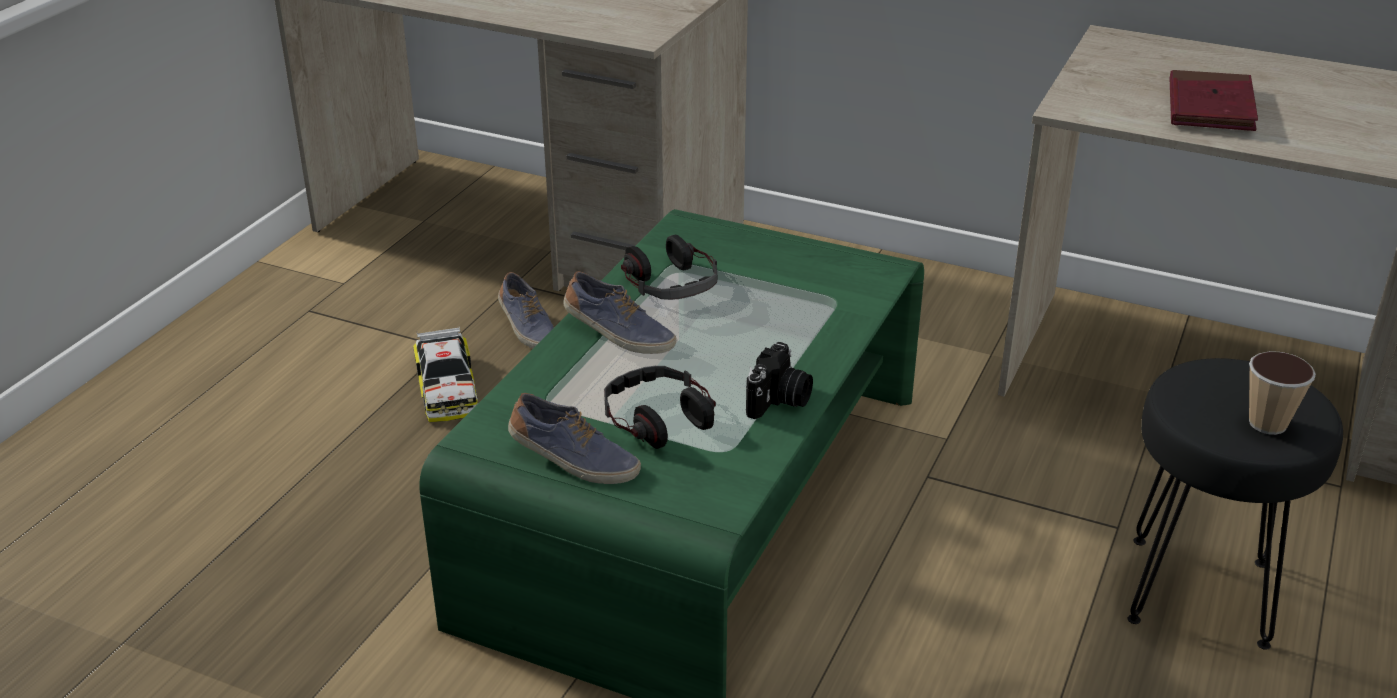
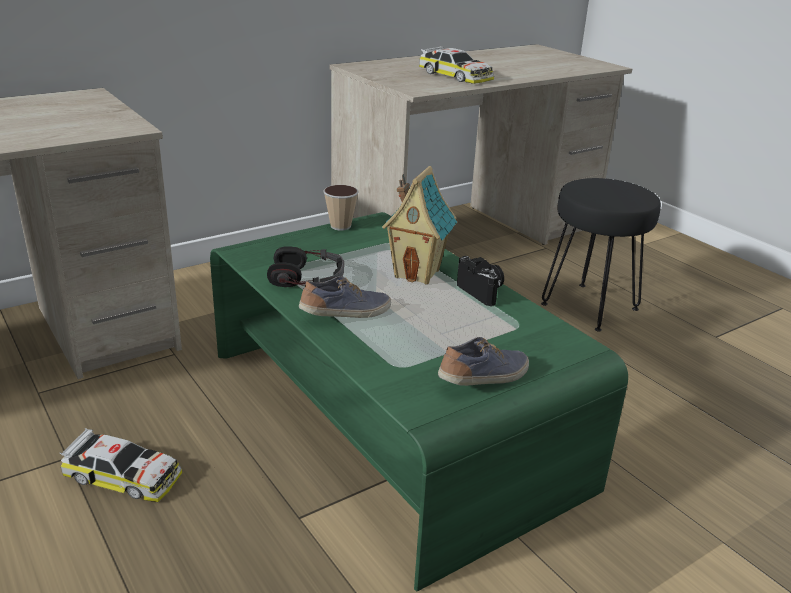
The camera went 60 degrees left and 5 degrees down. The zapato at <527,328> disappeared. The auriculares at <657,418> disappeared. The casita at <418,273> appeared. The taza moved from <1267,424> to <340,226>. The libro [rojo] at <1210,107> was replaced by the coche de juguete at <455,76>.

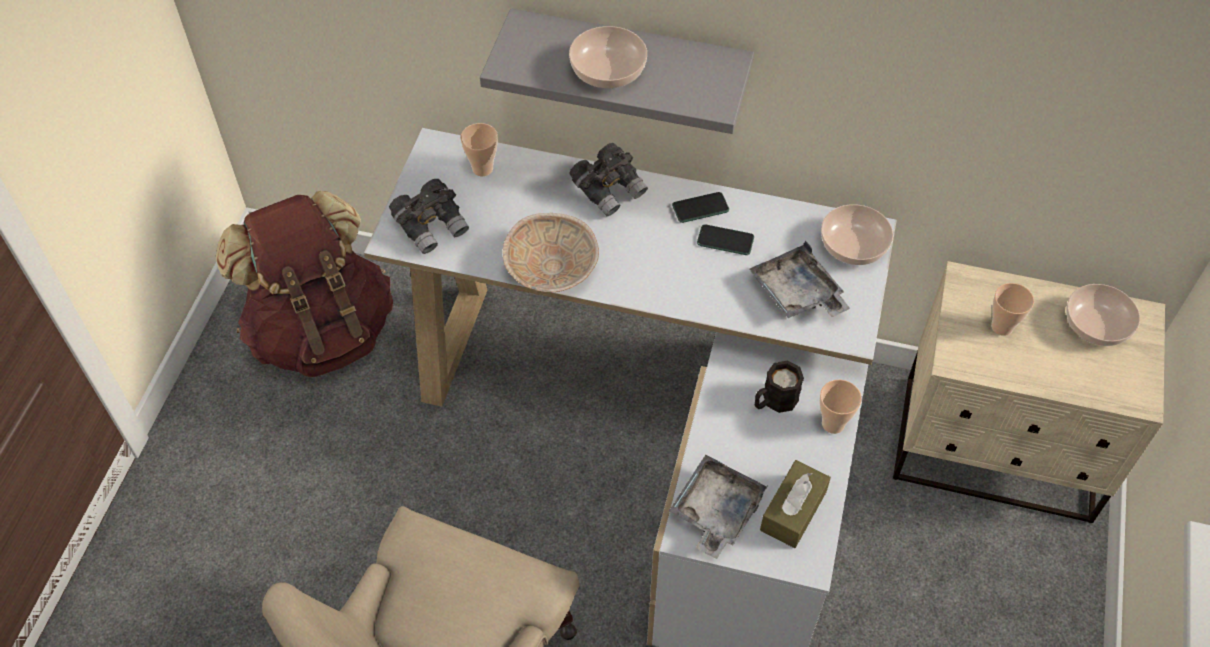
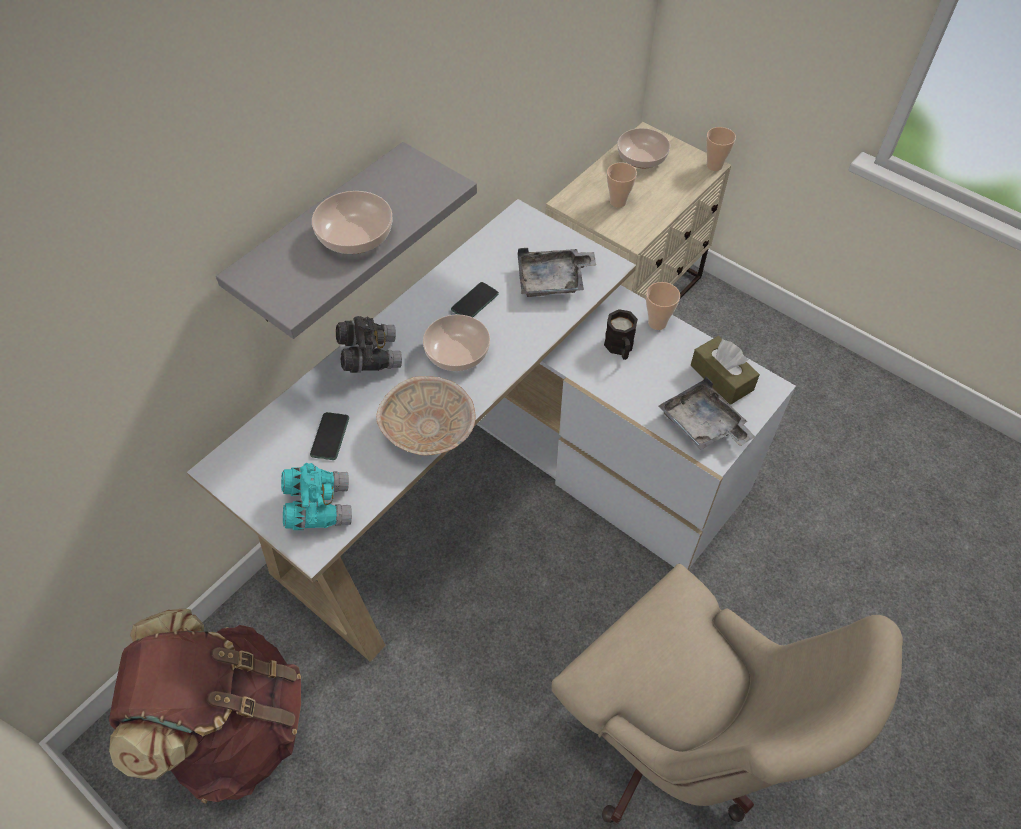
The camera went 65 degrees left and 0 degrees up. The taza moved from <482,168> to <714,166>. The móvil moved from <700,208> to <330,436>. The cuenco moved from <854,245> to <457,352>. The prismáticos [gris] at <432,226> became the prismáticos [turquesa] at <318,506>.

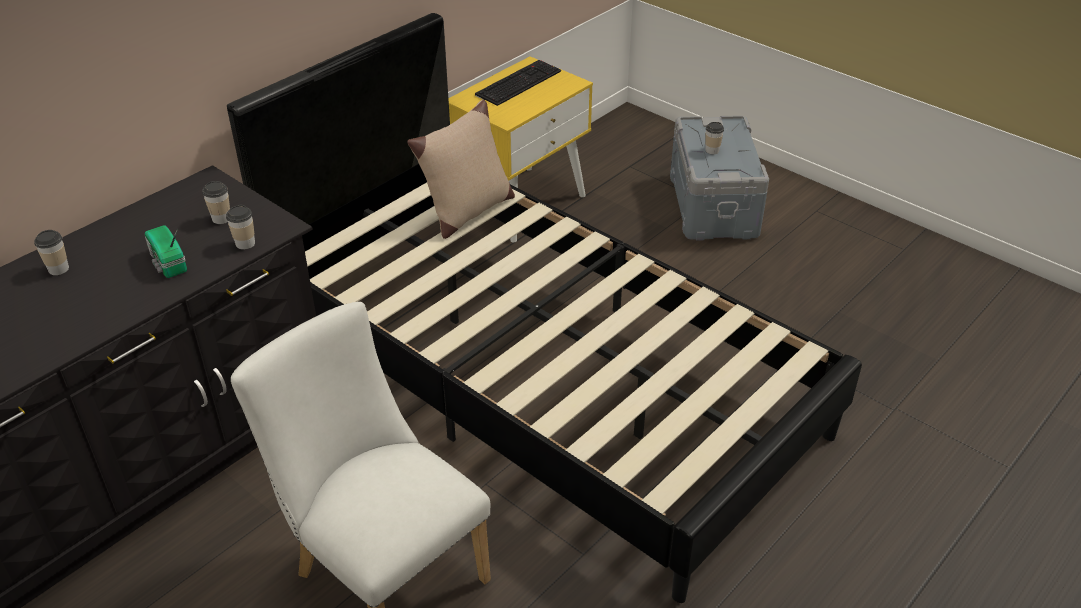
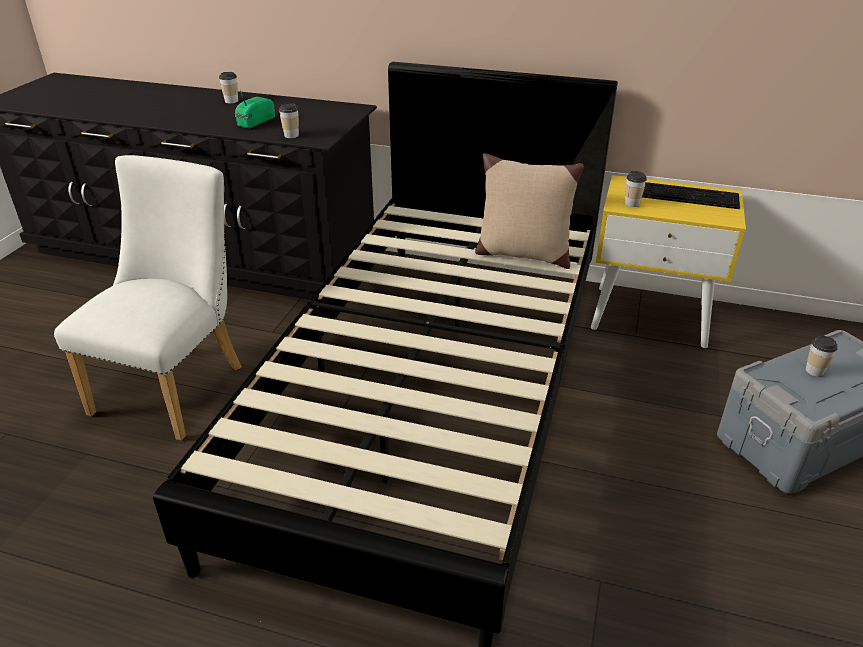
The camera went 65 degrees right and 5 degrees down. The taza moved from <221,218> to <632,203>.

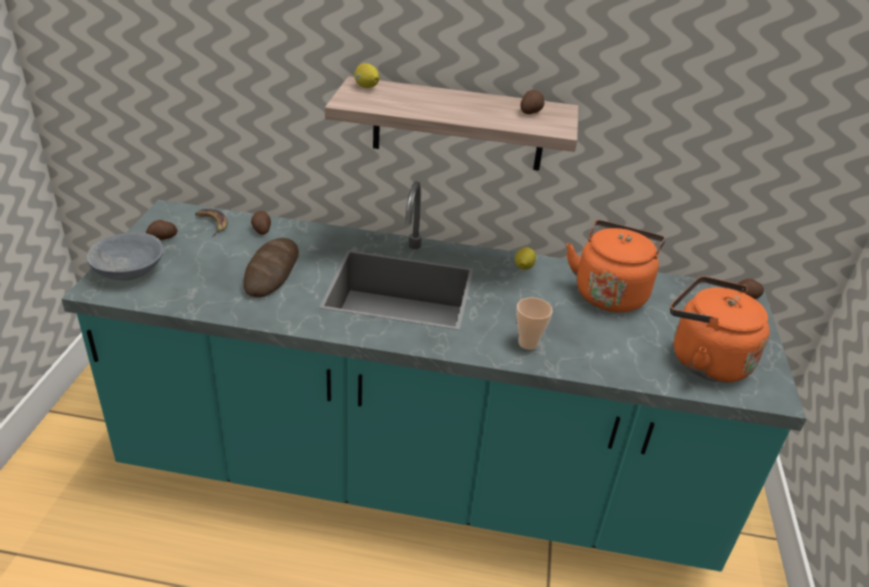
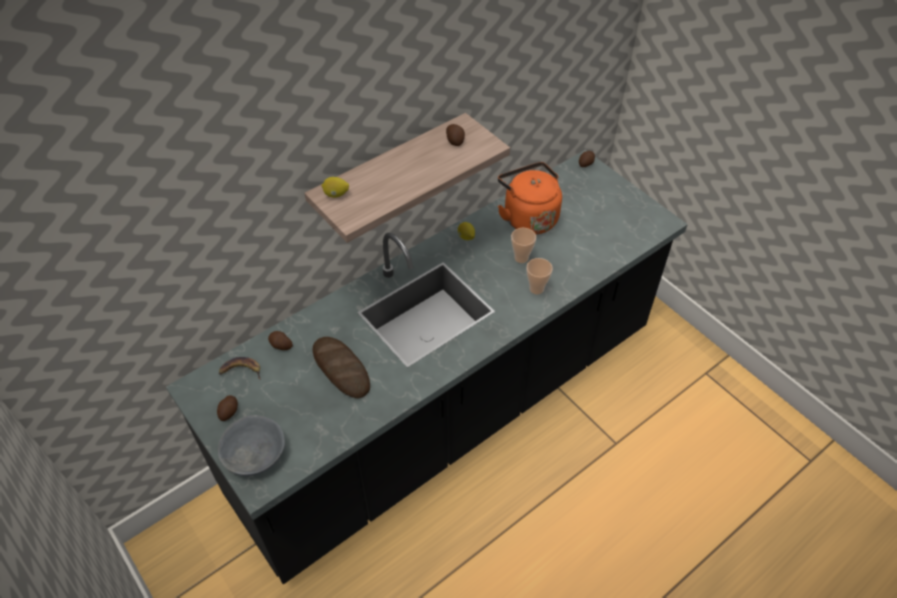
The camera went 45 degrees left and 15 degrees up. The hervidor [naranja] at <704,359> disappeared. The taza at <521,258> appeared. The mueble bajo de cocina [turquesa] at <419,474> became the mueble bajo de cocina [negro] at <448,411>.

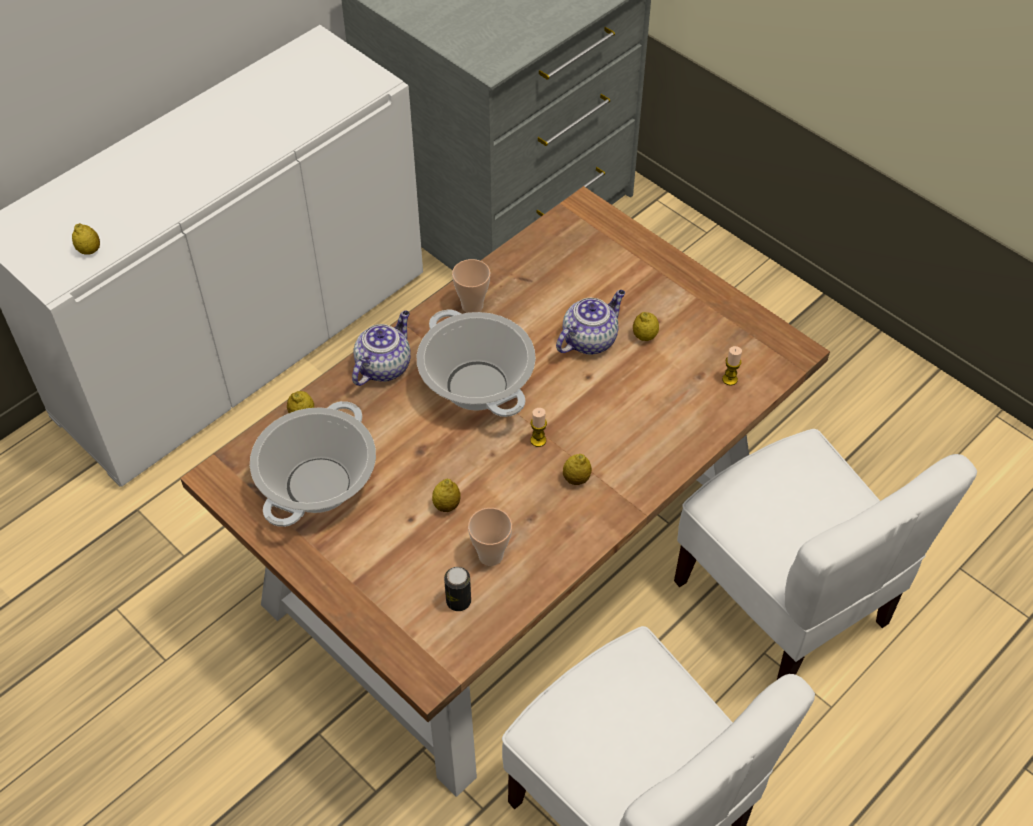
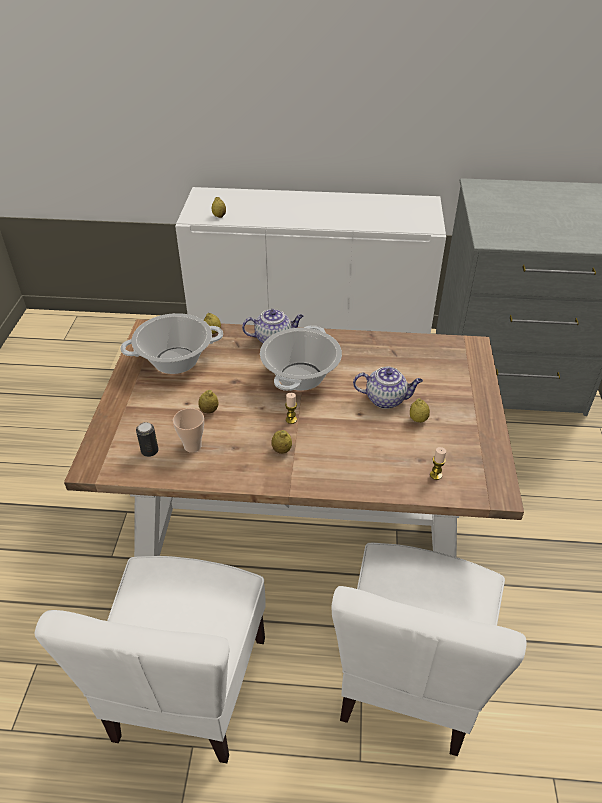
The camera went 50 degrees right and 10 degrees down. The taza at <472,306> disappeared.

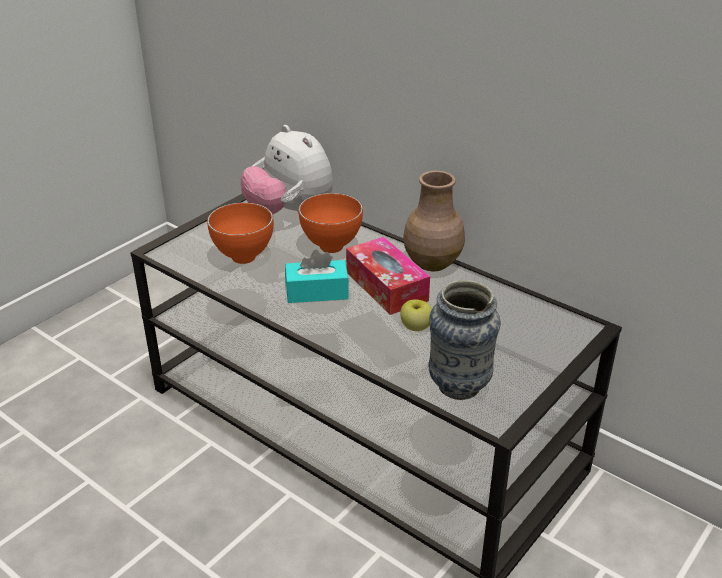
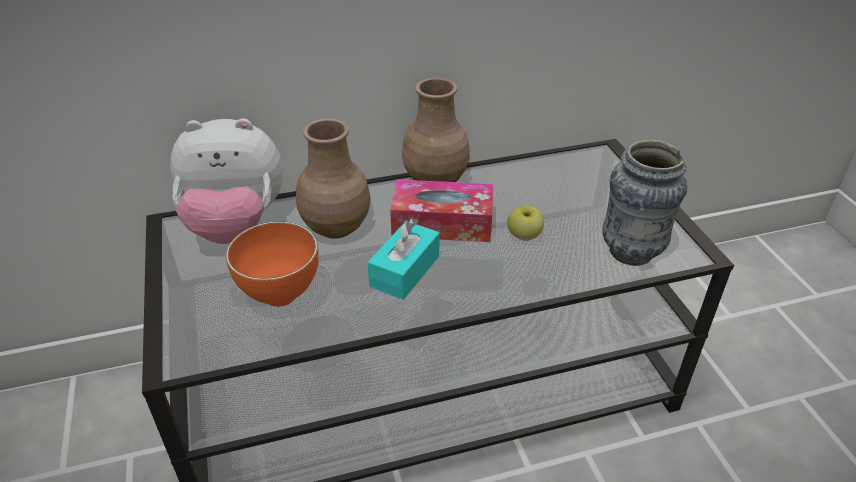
The camera went 55 degrees left and 5 degrees up. The cuenco [naranja] at <330,247> was replaced by the florero [marrón] at <335,227>.

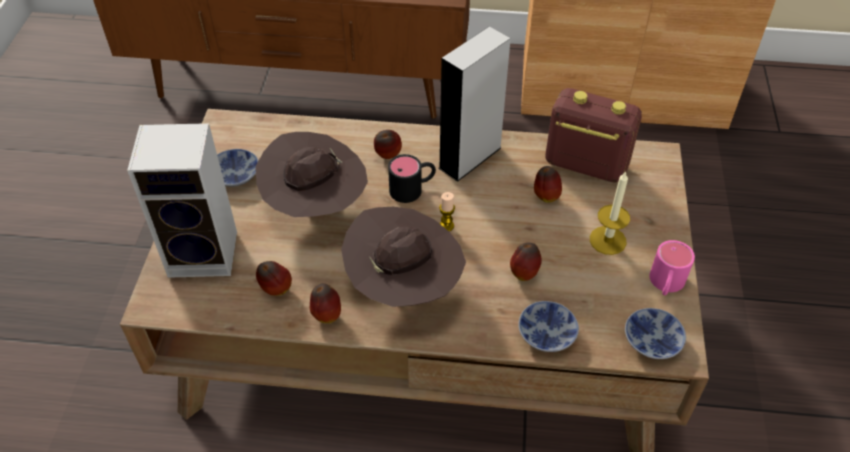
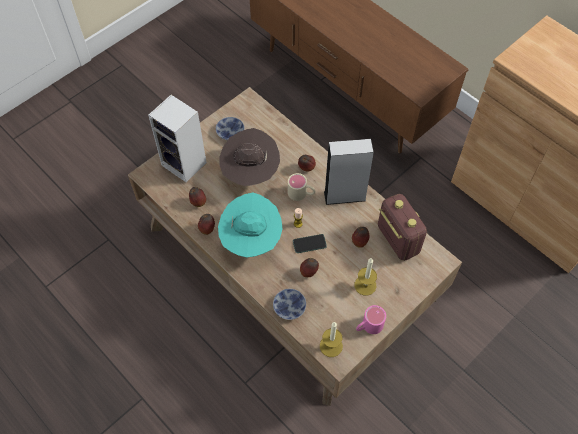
The camera went 40 degrees right and 10 degrees up. The móvil at <309,244> appeared. The cuenco at <650,341> was replaced by the vela at <331,346>. The sombrero [marrón] at <404,285> became the sombrero [turquesa] at <251,239>. The taza grande [negro] at <413,188> became the taza grande [beis] at <301,194>.

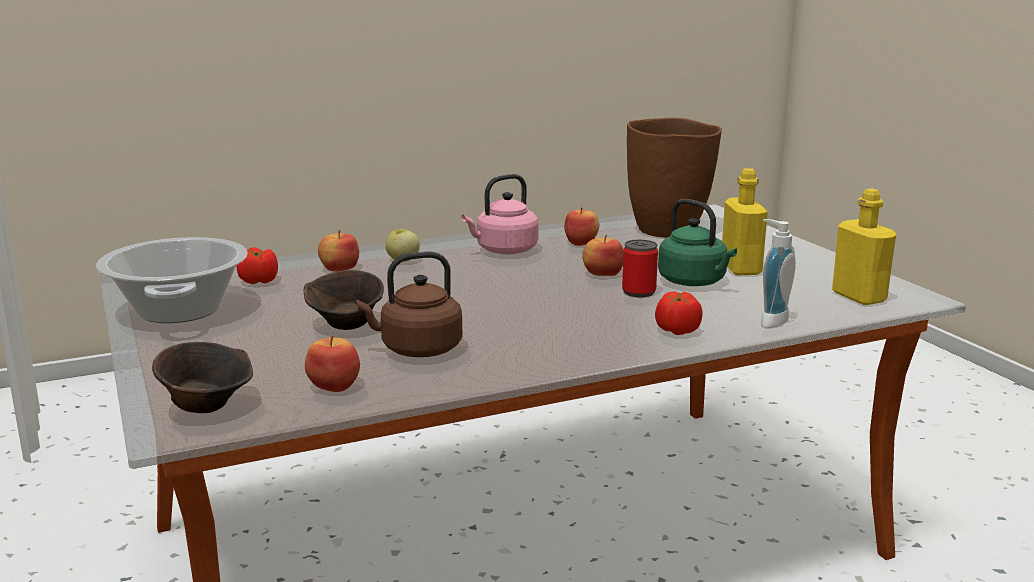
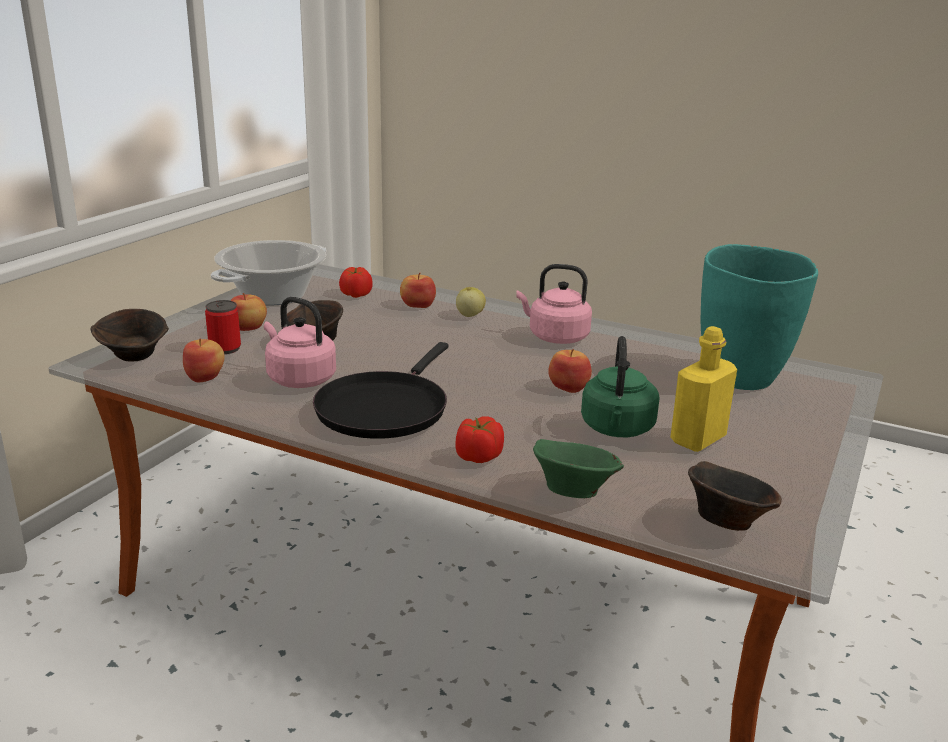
The camera went 50 degrees right and 5 degrees up. The sartén [negro] at <384,408> appeared. The manzana moved from <581,242> to <248,328>. The lata moved from <638,292> to <225,349>. The dispensador de jabón at <770,320> was replaced by the cuenco [verde] at <572,491>. The botella [amarillo] at <859,297> was replaced by the cuenco [marrón] at <726,521>. The hervidor [marrón] at <417,349> became the hervidor [rosa] at <299,379>. The florero [marrón] at <668,231> became the florero [turquesa] at <742,378>.

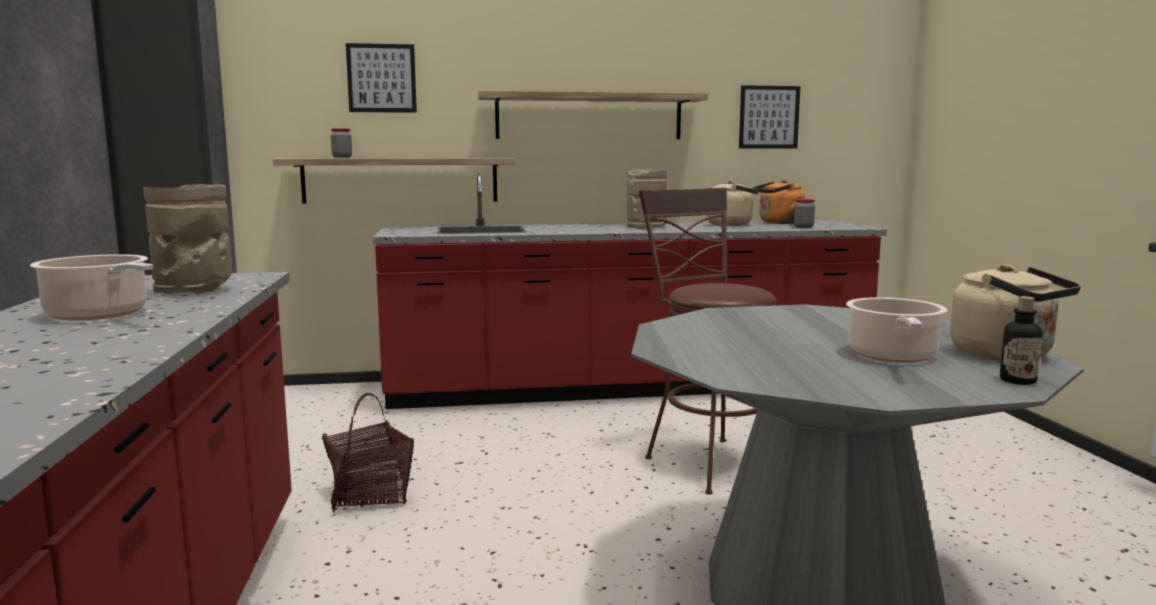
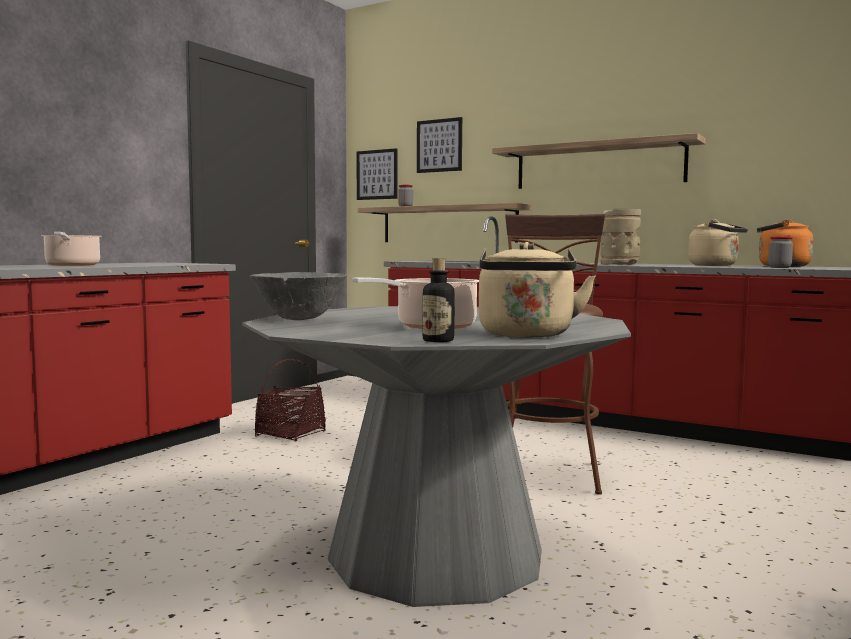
The camera went 40 degrees right and 5 degrees down. The florero [beis] at <195,291> disappeared. The cuenco [gris] at <300,319> appeared. The cuadro moved from <769,117> to <377,174>.

